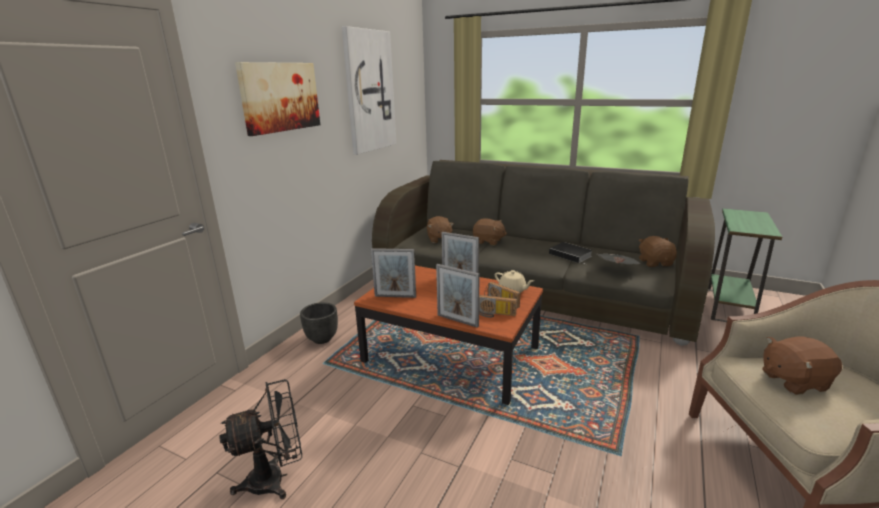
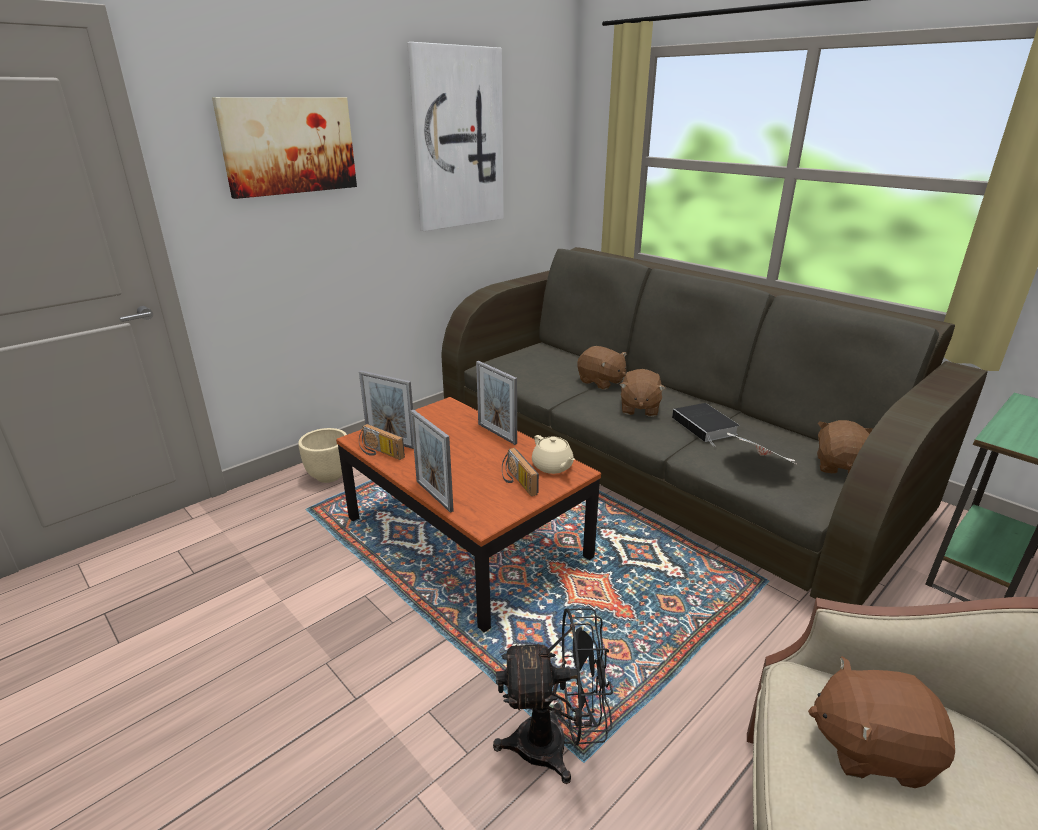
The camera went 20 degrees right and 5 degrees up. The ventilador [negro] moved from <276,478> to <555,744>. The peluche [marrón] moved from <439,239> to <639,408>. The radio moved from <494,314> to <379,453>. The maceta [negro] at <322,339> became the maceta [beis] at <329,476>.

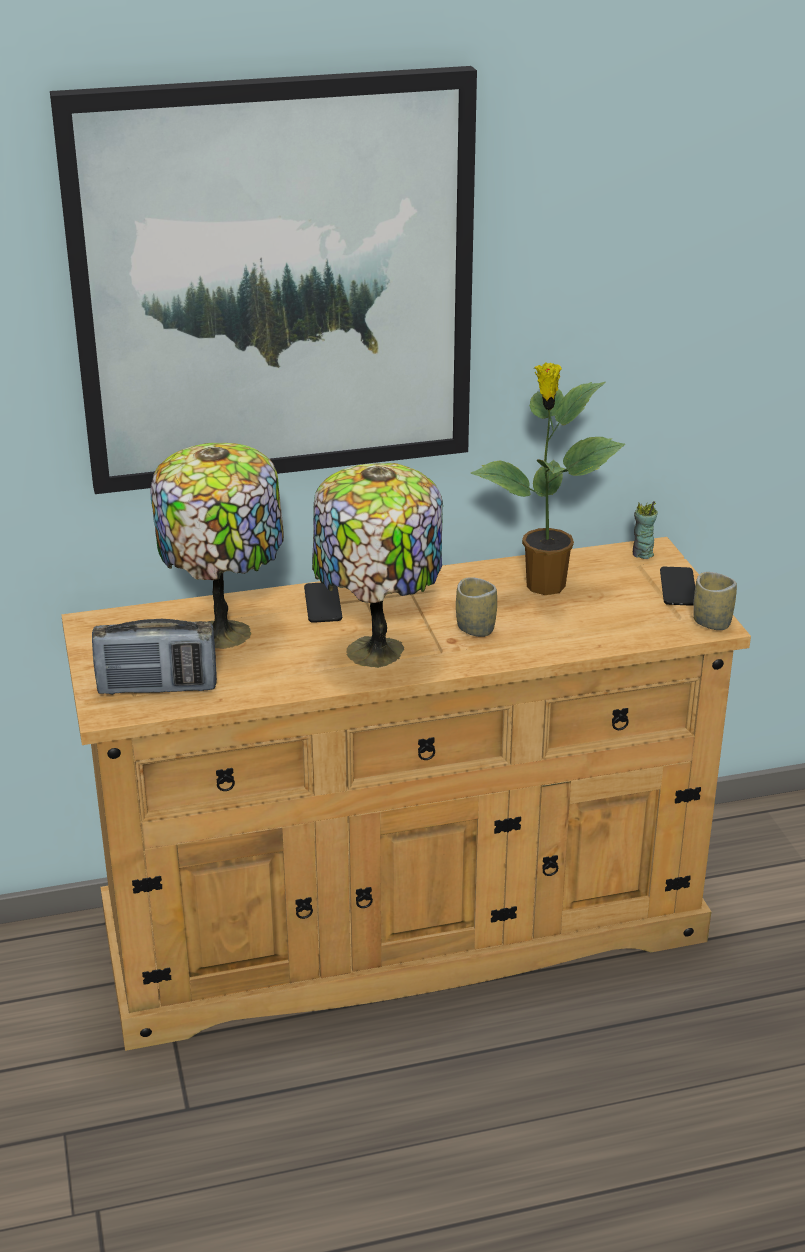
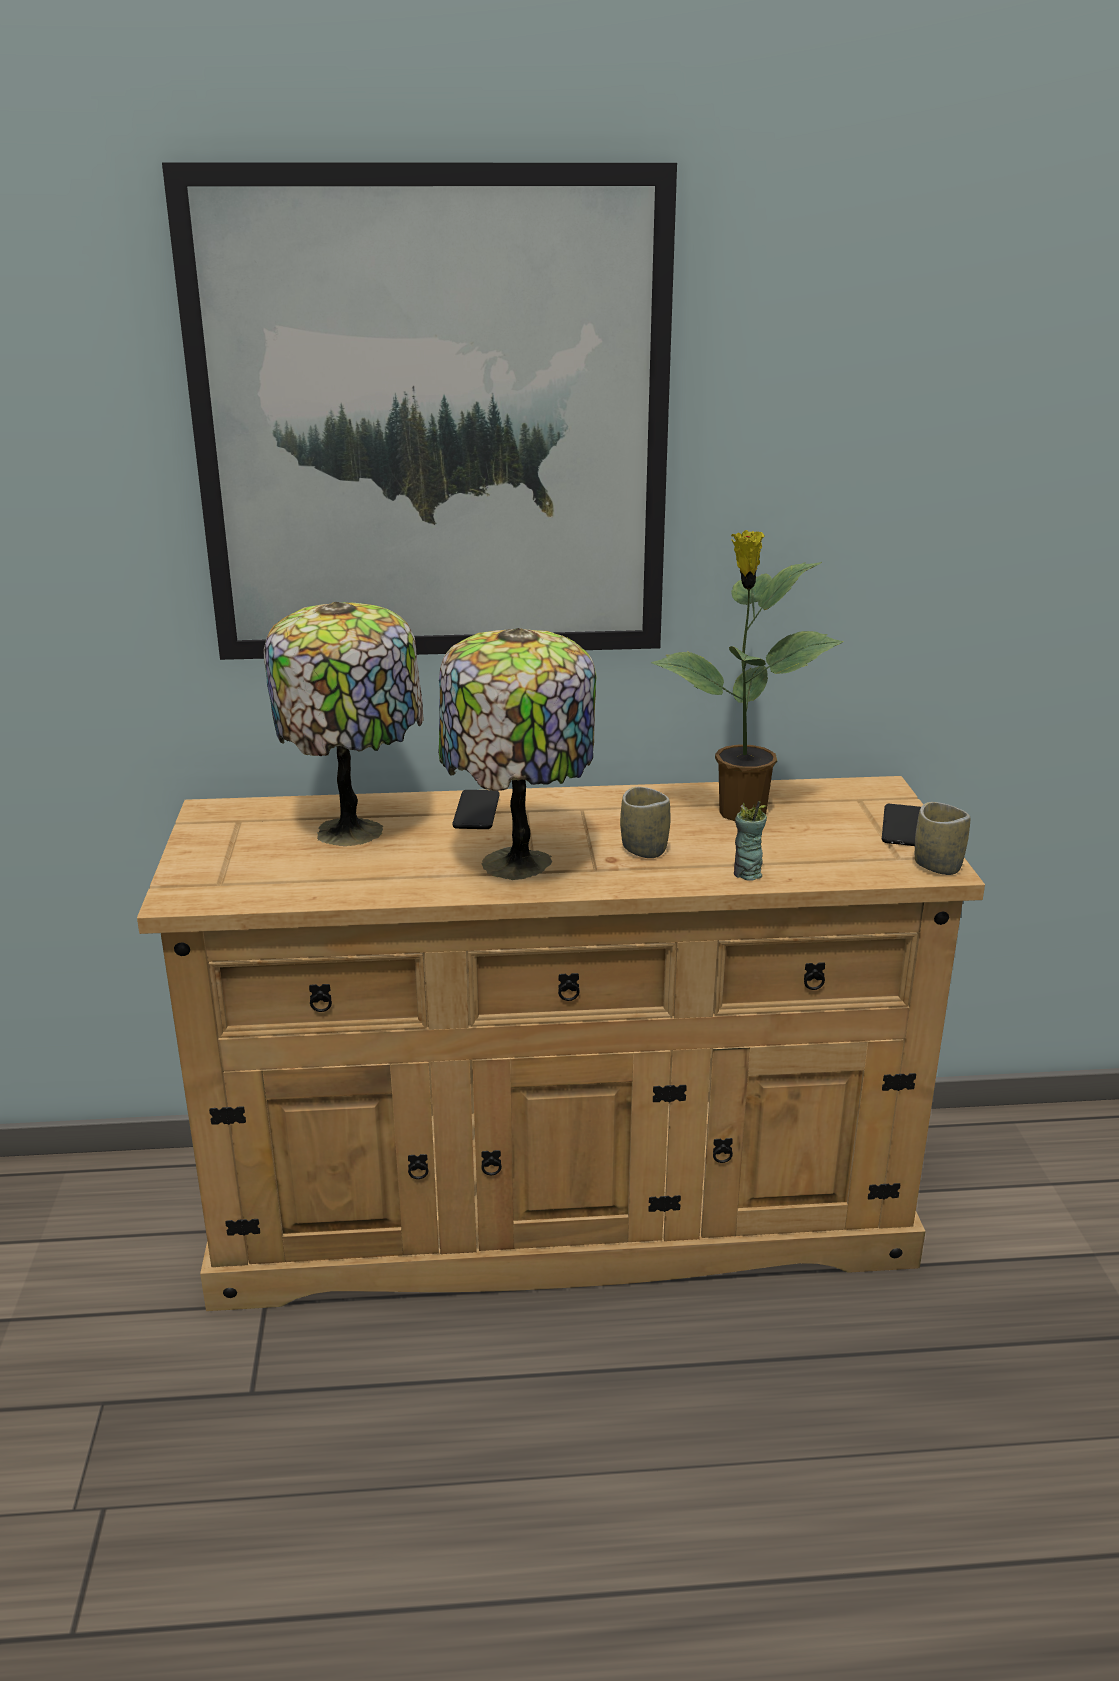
The camera went 10 degrees right and 5 degrees down. The radio at <157,688> disappeared. The taza moved from <642,554> to <747,874>.

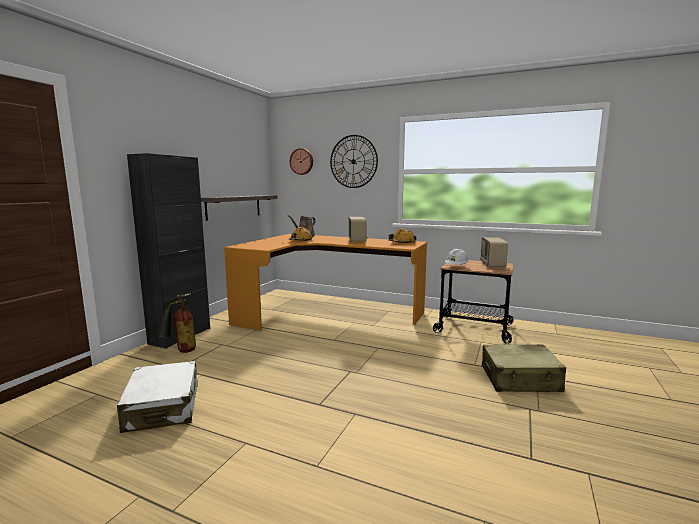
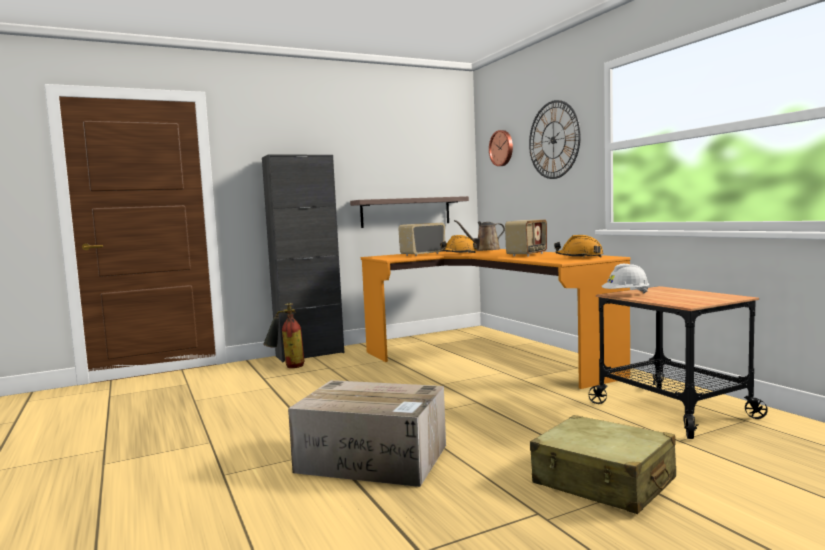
The camera went 40 degrees right and 5 degrees down. The maleta [blanco] at <163,407> disappeared. The caja de cartón at <374,458> appeared. The radio moved from <492,265> to <422,254>.

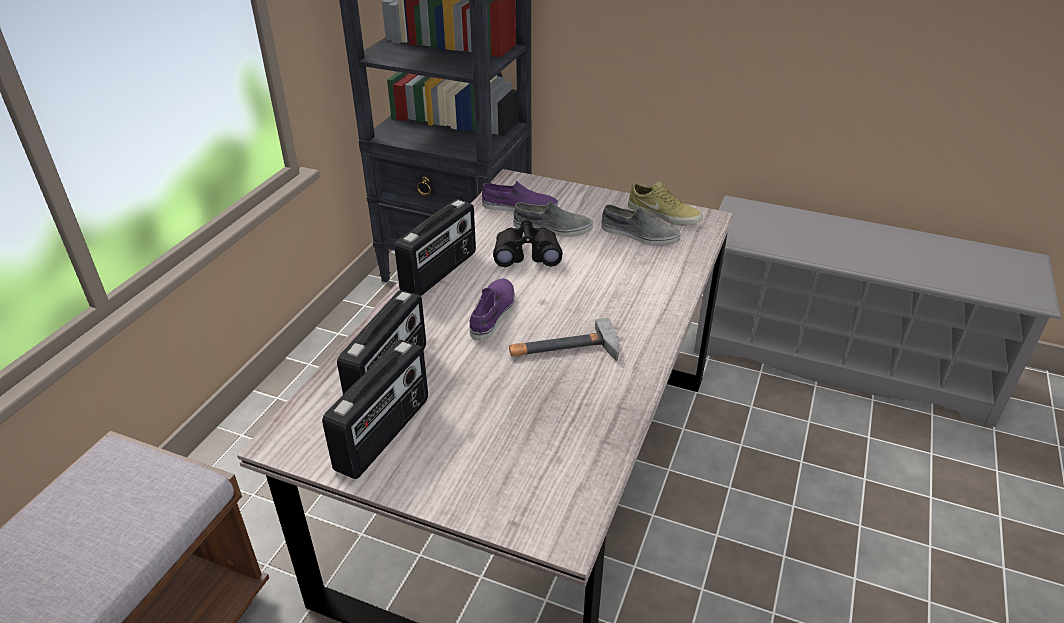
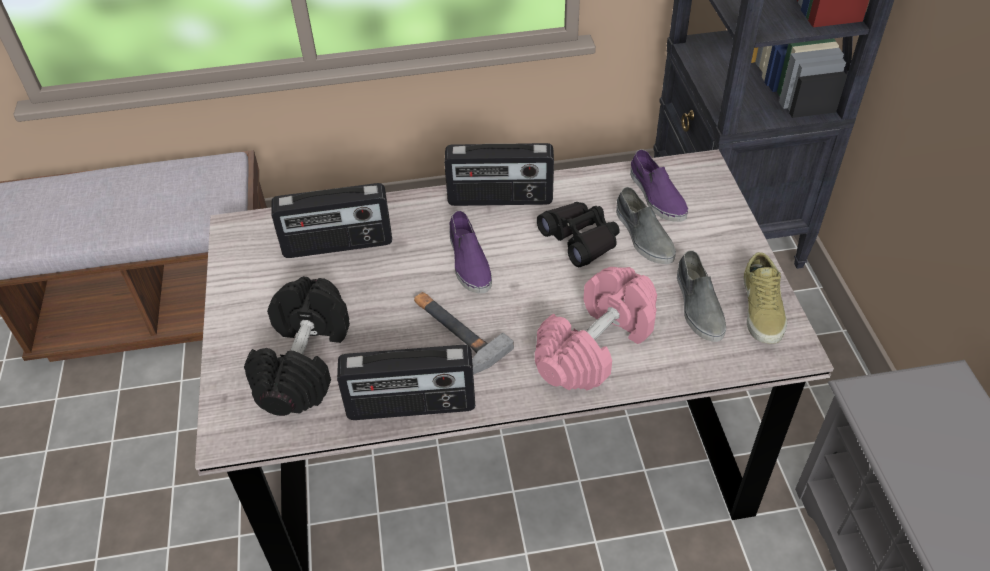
The camera went 60 degrees right and 10 degrees up. The mancuerna [negro] at <303,362> appeared. The mancuerna [rosa] at <595,347> appeared. The radio moved from <384,434> to <411,406>. The zapato [morado] at <493,313> turned 90 degrees clockwise.

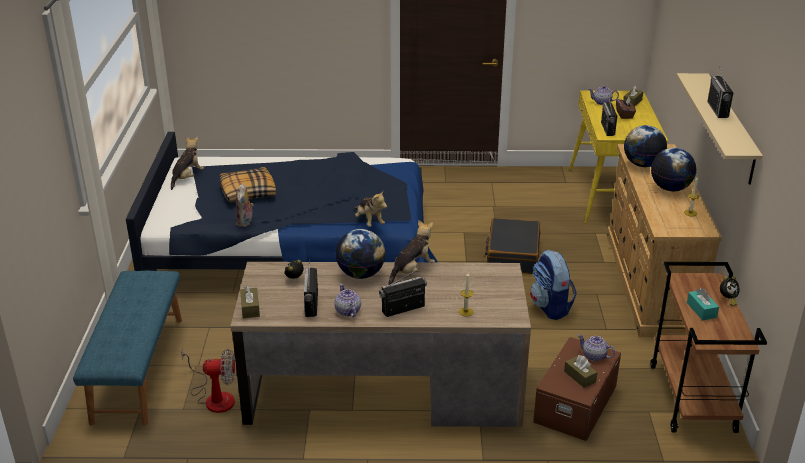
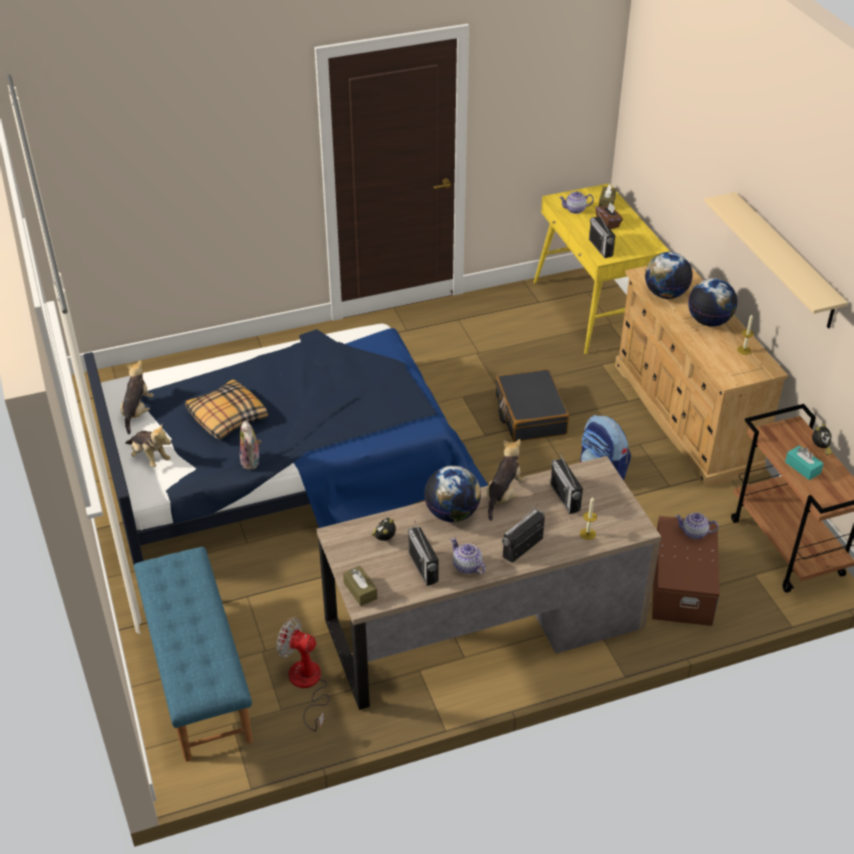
The camera went 20 degrees left and 10 degrees up. The caja de pañuelos [marrón] at <580,377> disappeared. The peluche moved from <369,221> to <149,457>. The radio moved from <717,109> to <565,497>. The ventilador at <214,397> turned 135 degrees counterclockwise.

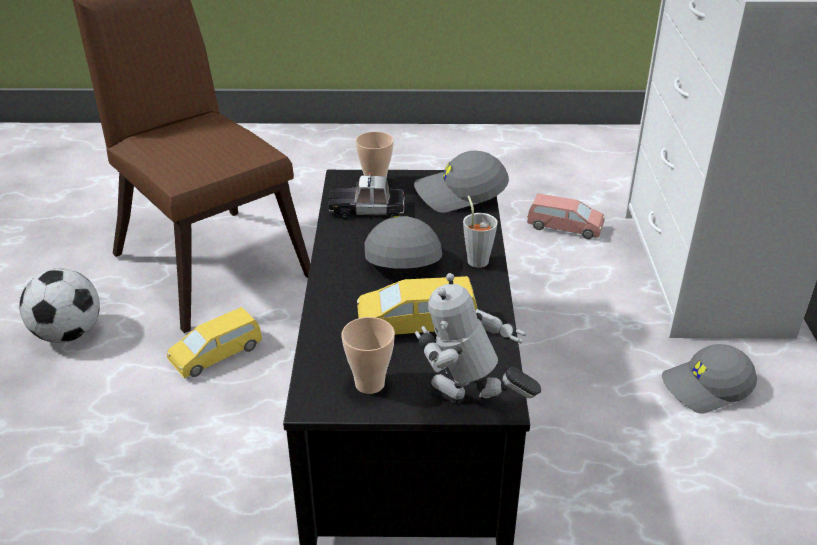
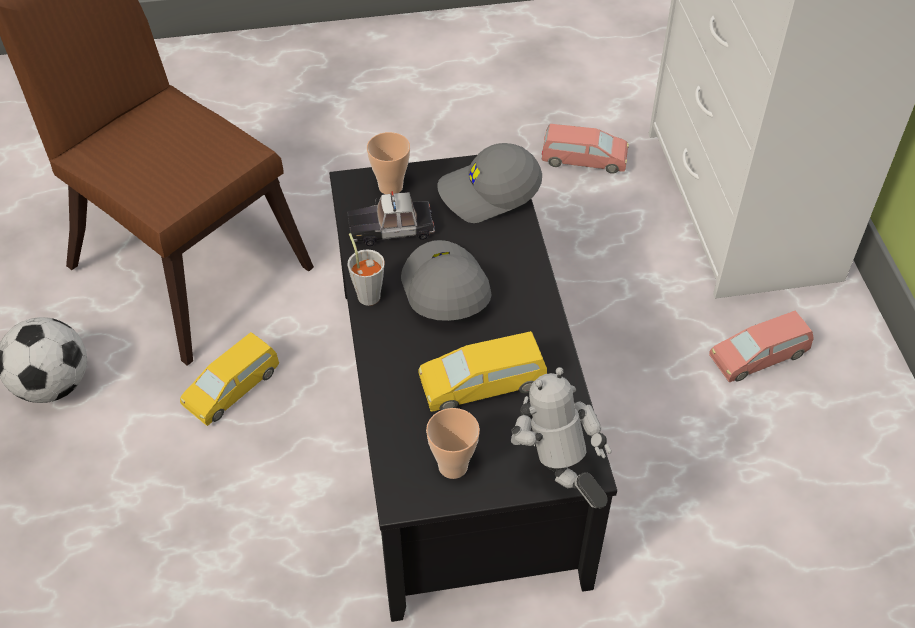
The camera went 10 degrees left and 15 degrees up. The taza [gris] moved from <476,258> to <367,292>. The gorra [gris] at <706,387> was replaced by the coche de juguete [rosa] at <758,357>. The robot de juguete at <470,409> turned 45 degrees clockwise.

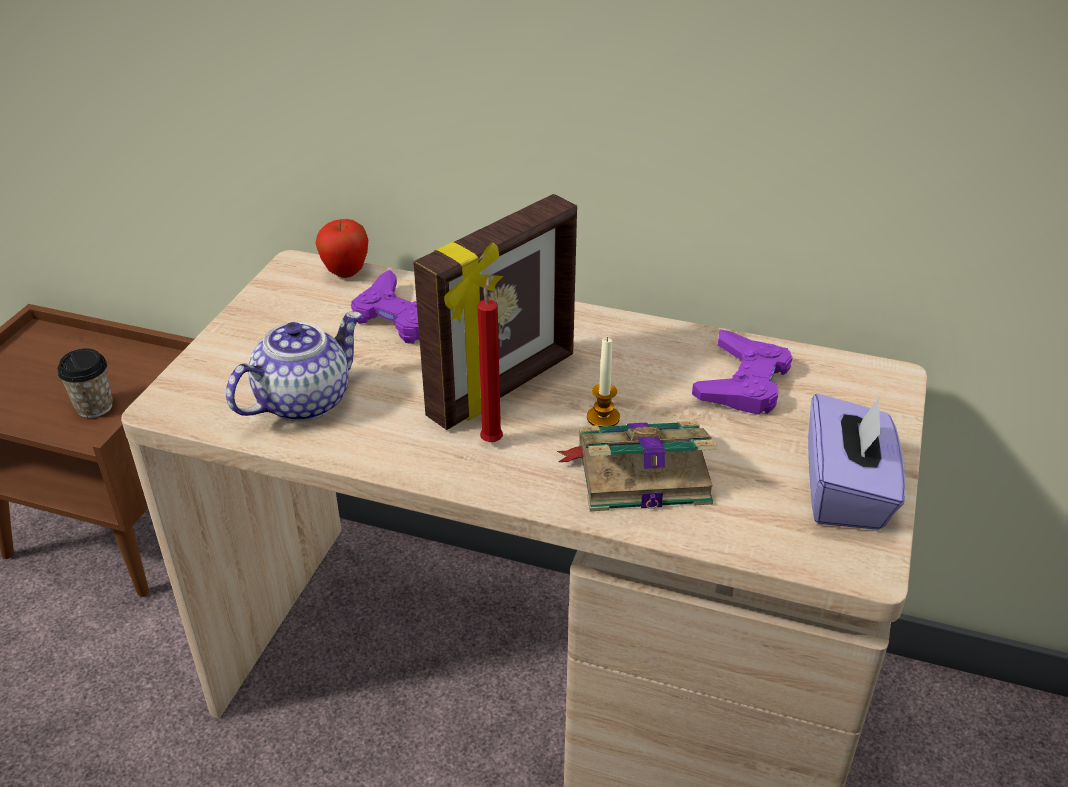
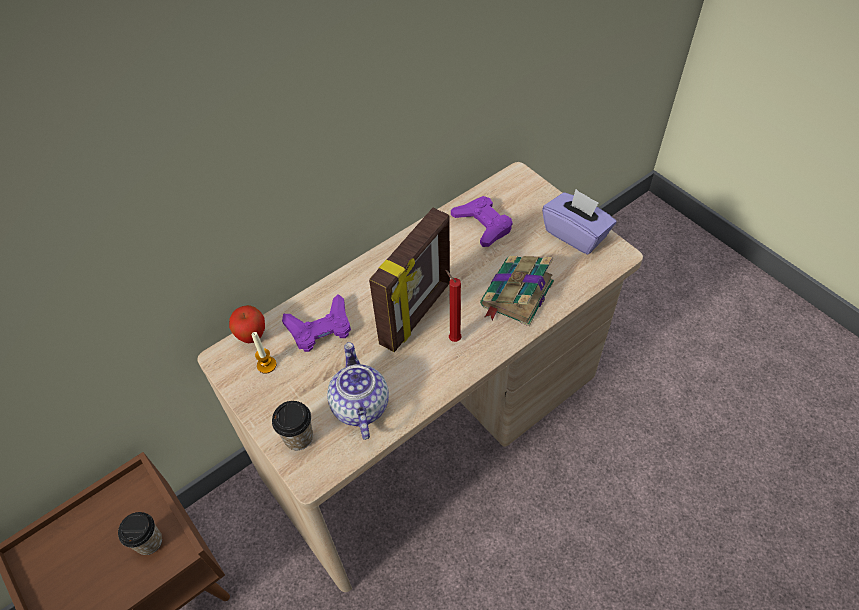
The camera went 55 degrees left and 15 degrees up. The taza at <298,437> appeared. The vela moved from <603,417> to <266,365>. The portarretratos at <504,387> turned 45 degrees clockwise.

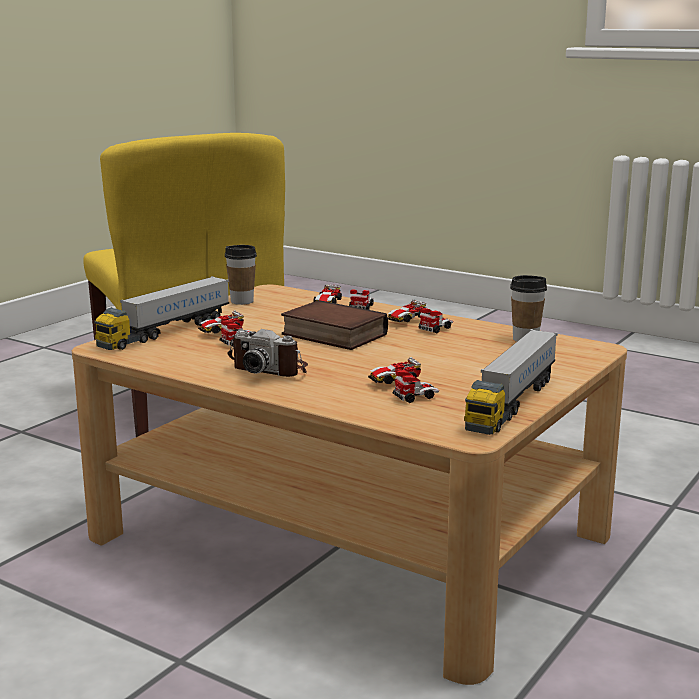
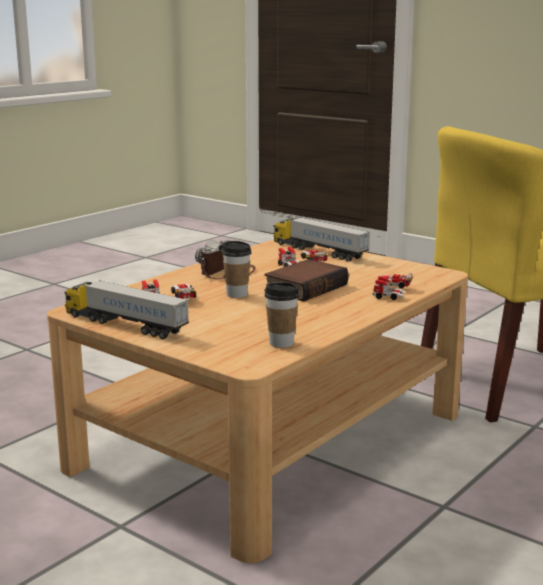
The camera went 95 degrees right and 0 degrees up. The coche de juguete at <419,325> disappeared. The taza moved from <242,301> to <237,294>.

